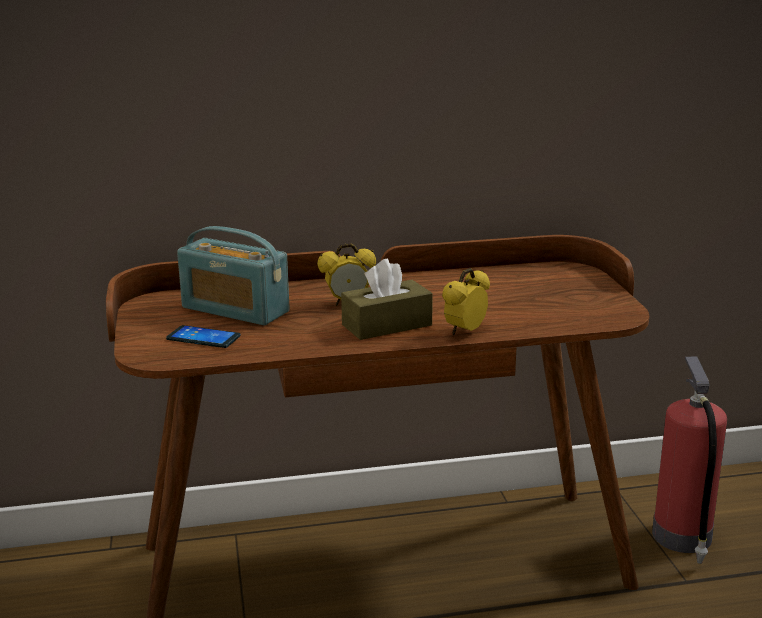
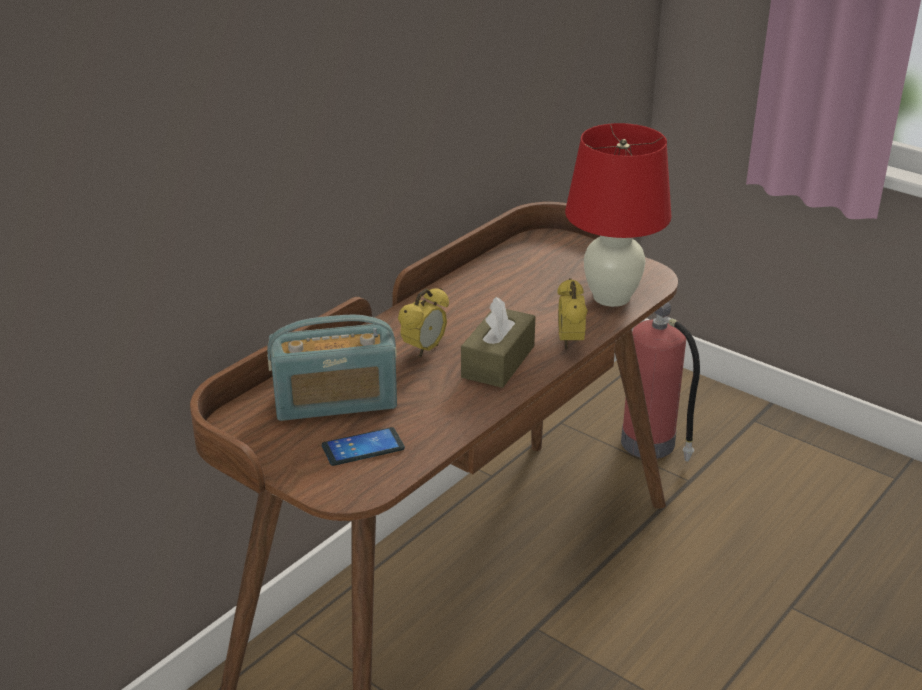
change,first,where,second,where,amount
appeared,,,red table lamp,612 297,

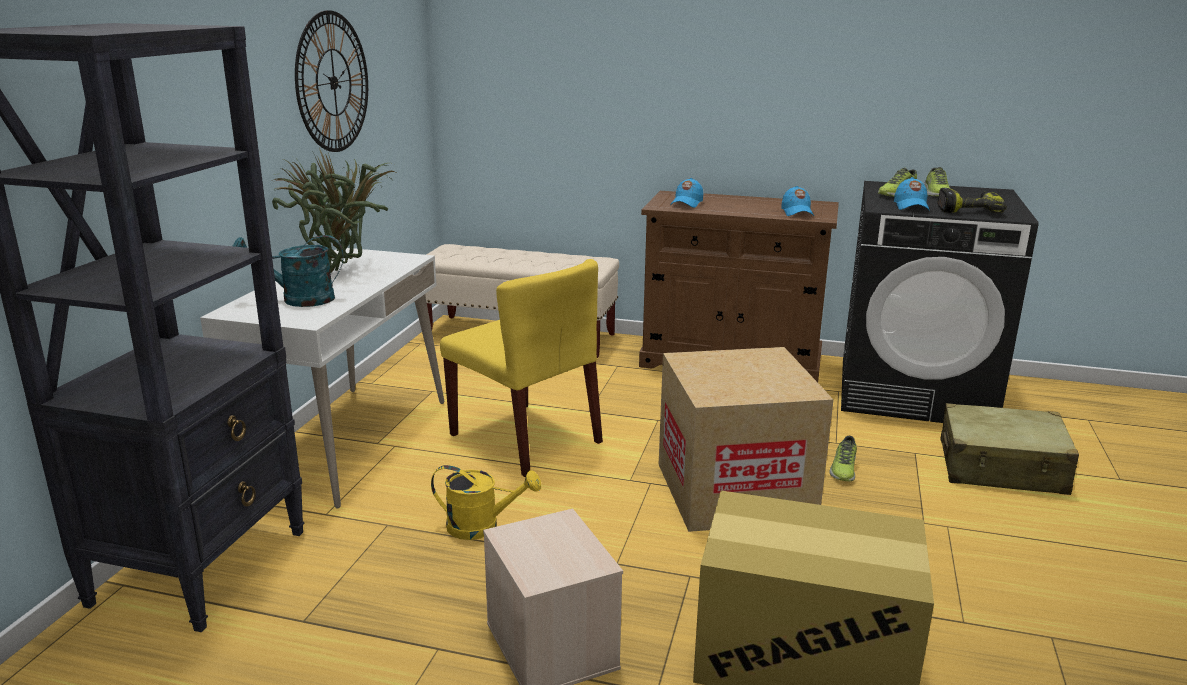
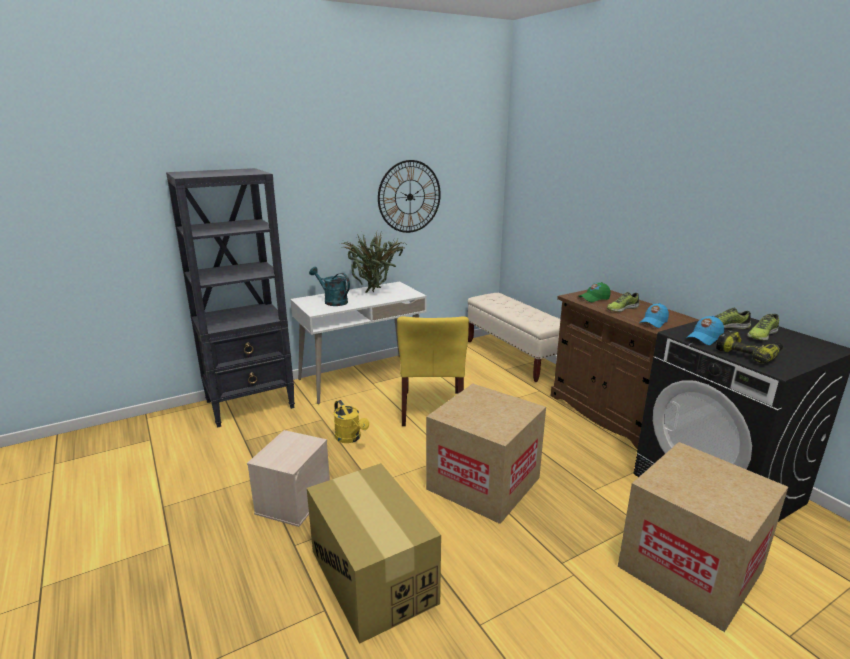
change,first,where,second,where,amount
colour,blue cap,687 203,green cap,594 298,
relocated,shoe,843 469,,621 308,
exchanged,beige suitcase,1002 468,cardboard box,690 568,

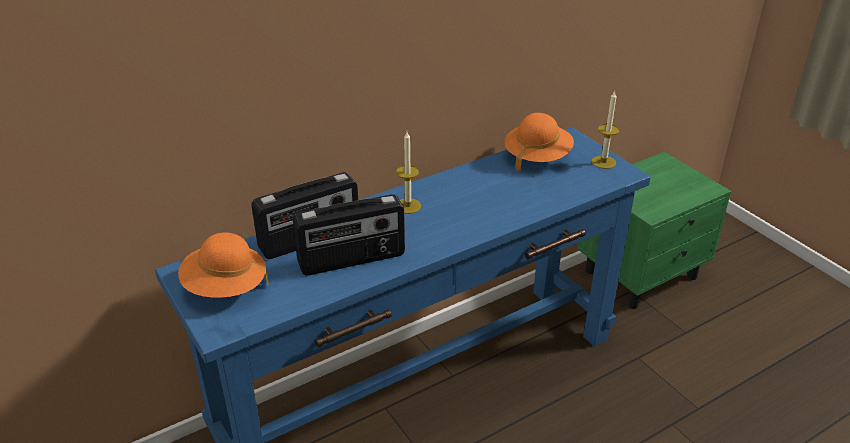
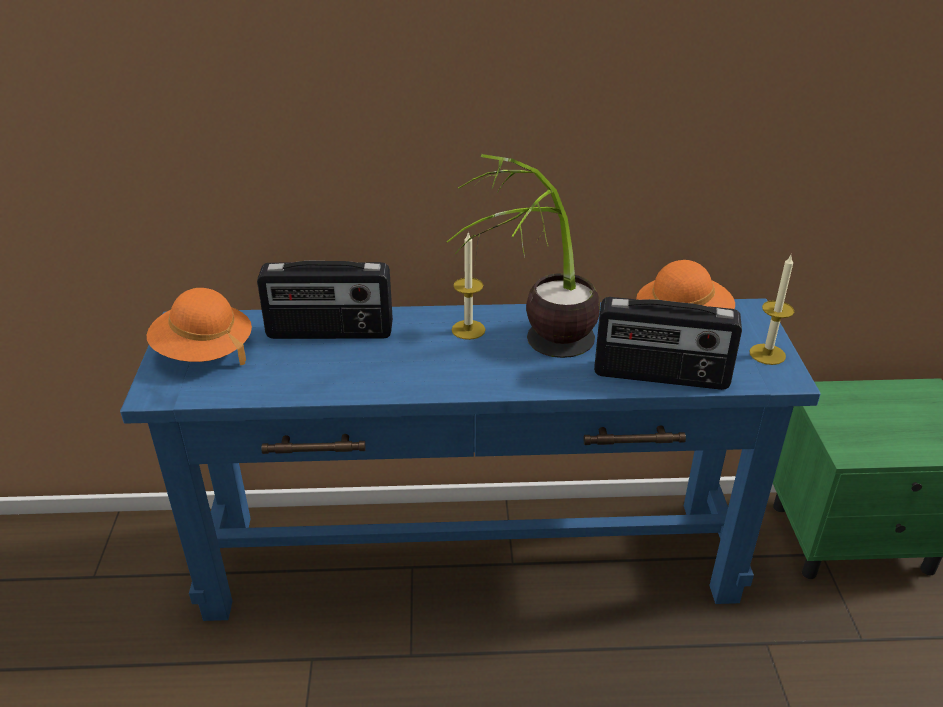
change,first,where,second,where,amount
appeared,,,potted plant,534 356,
relocated,radio,352 260,,660 376,

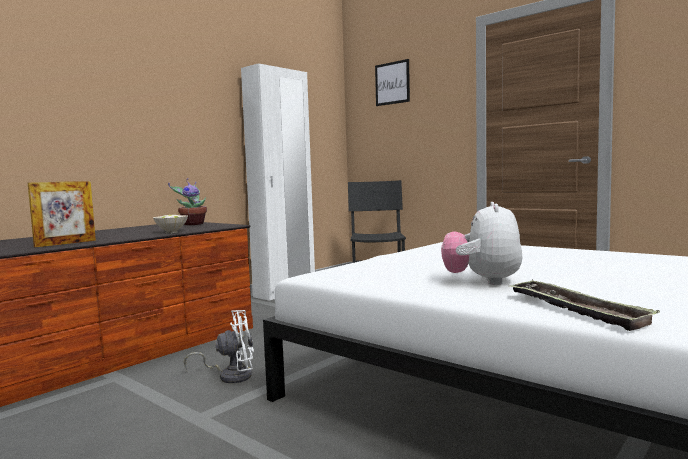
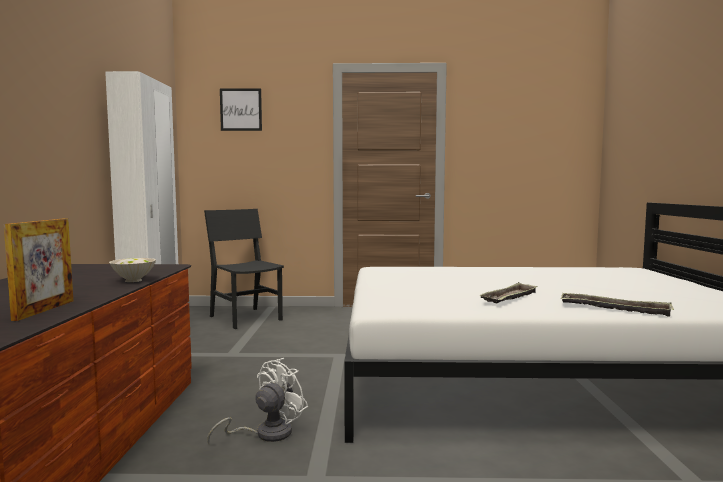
change,first,where,second,where,amount
exchanged,plush toy,482 281,tray,509 298,
missing,potted plant,192 224,,,

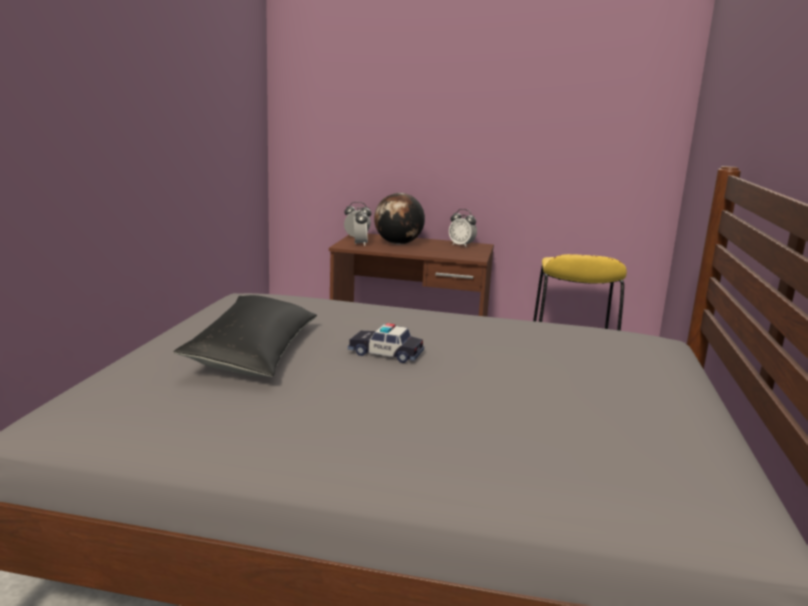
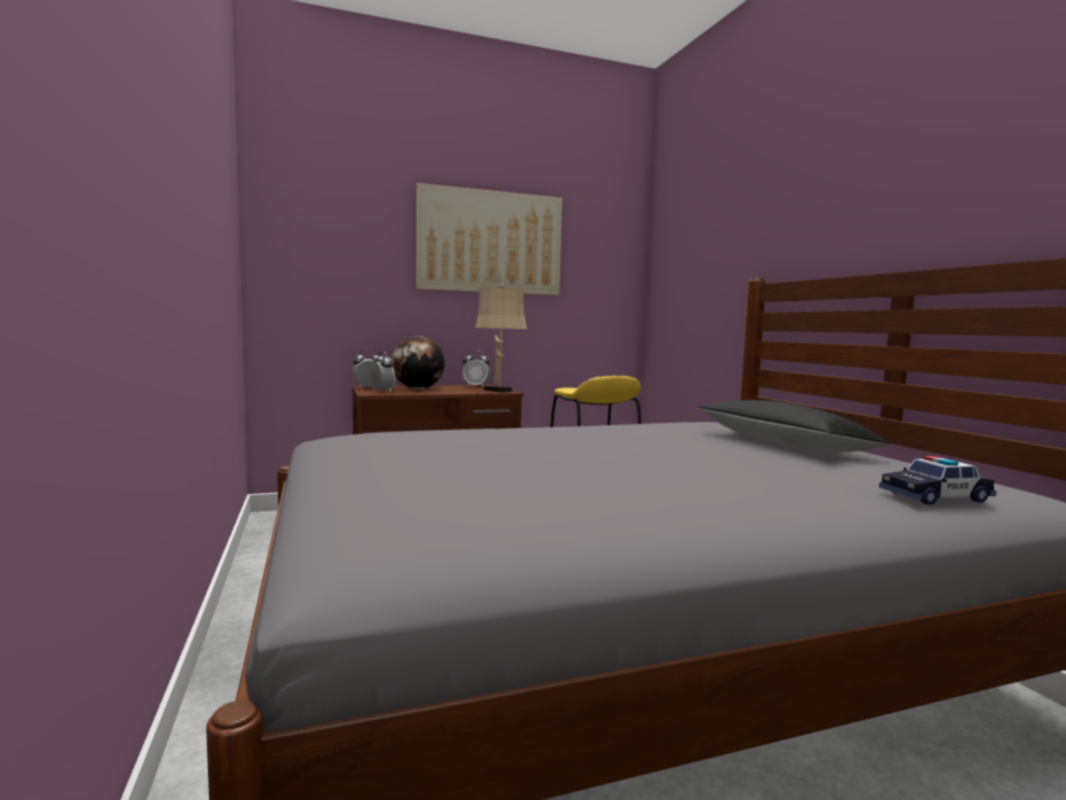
change,first,where,second,where,amount
appeared,,,picture,490 242,
appeared,,,beige table lamp,499 391,
relocated,black pillow,254 352,,783 444,
relocated,toy car,385 353,,935 497,

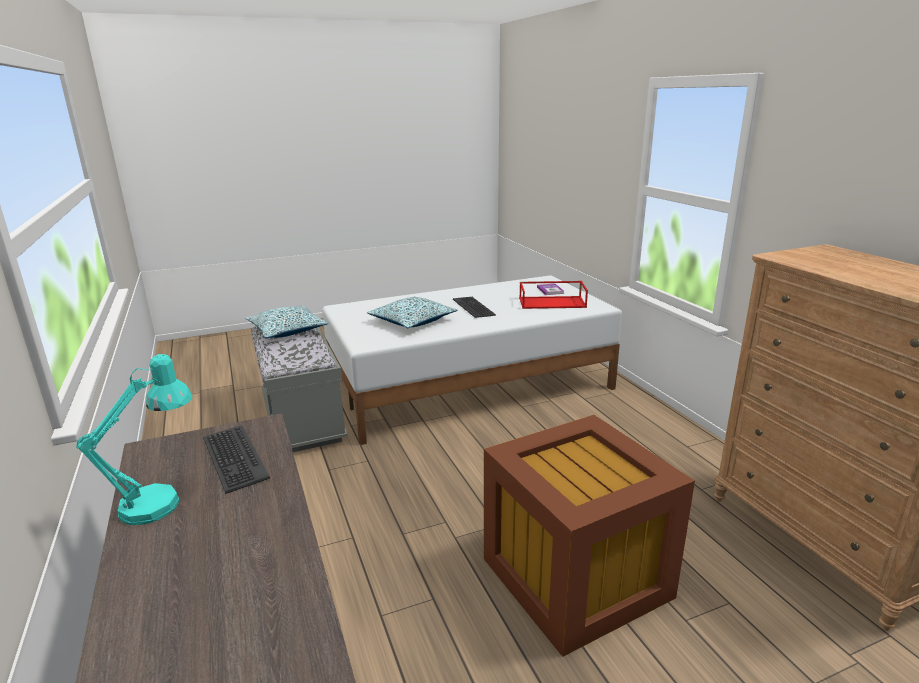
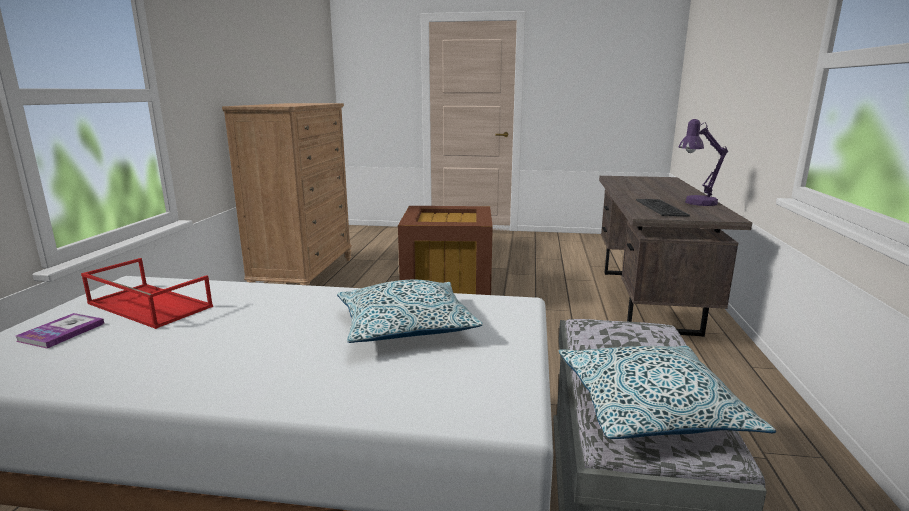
change,first,where,second,where,amount
colour,turquoise table lamp,161 500,purple table lamp,695 203,
missing,keyboard,474 307,,,

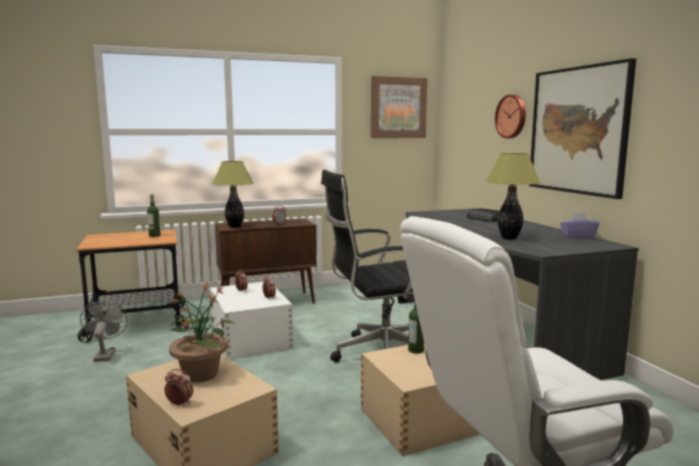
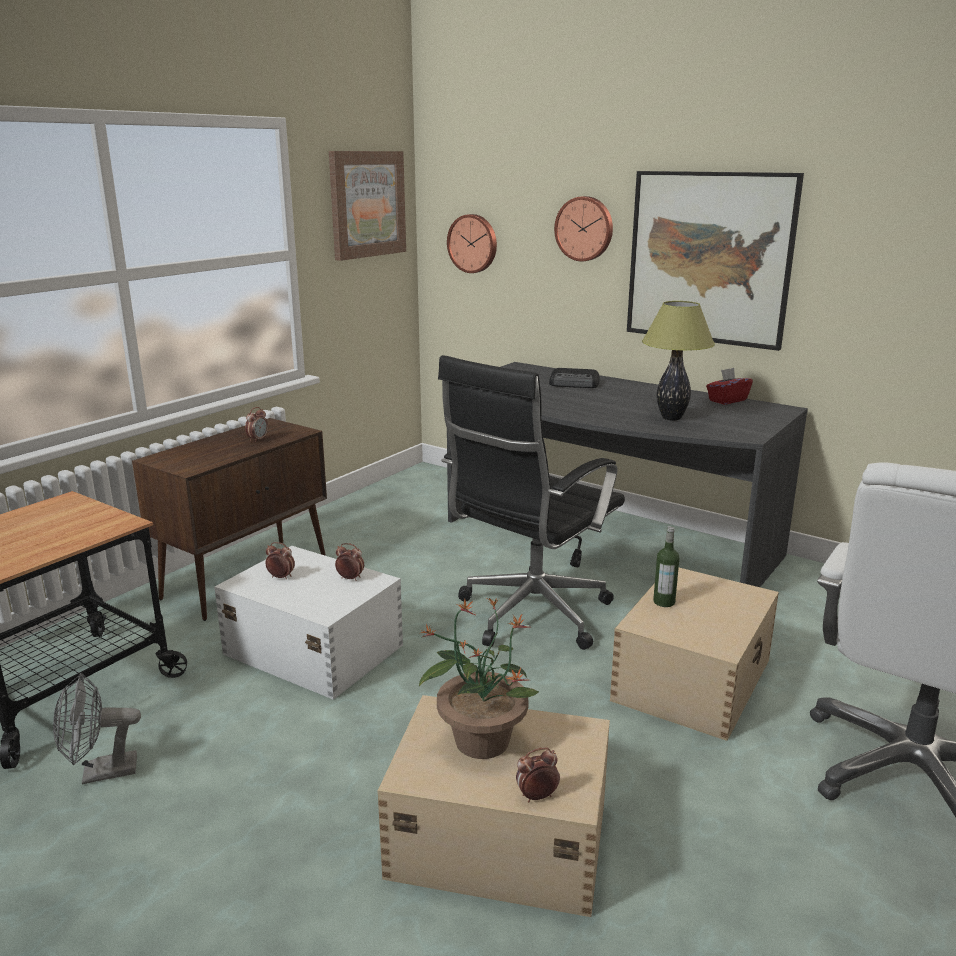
change,first,where,second,where,amount
spun,grey fan,105 354,,100 773,60 degrees counterclockwise
appeared,,,wall clock,473 243,
colour,purple tissue box,578 236,red tissue box,727 400,
missing,bottle,154 235,,,
missing,table lamp,234 227,,,

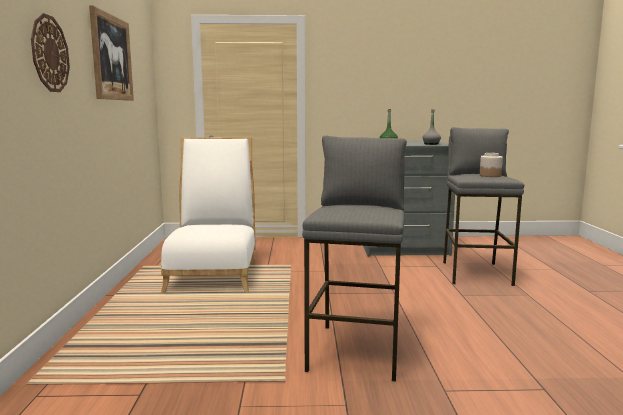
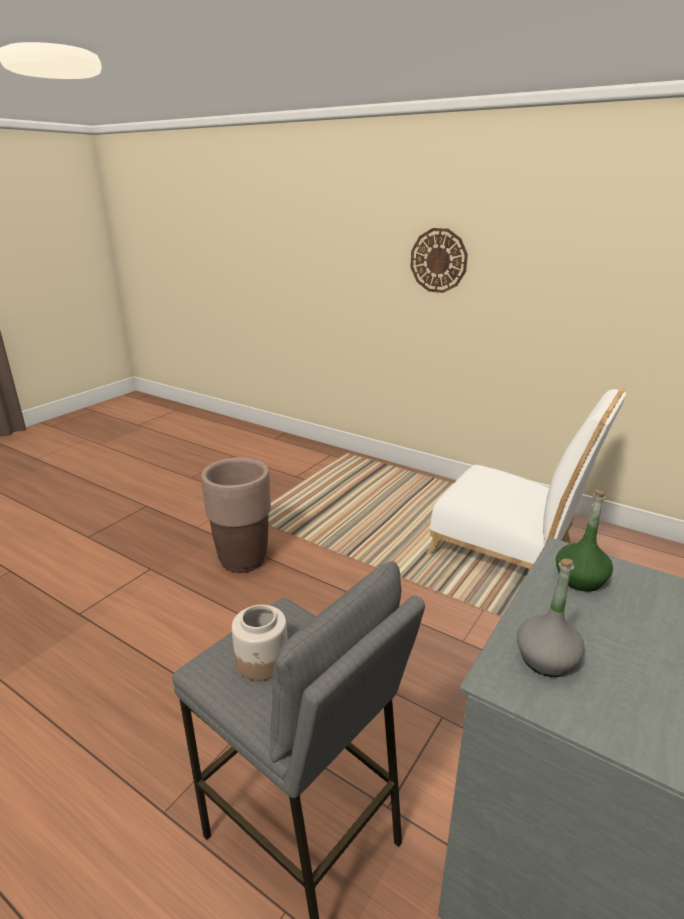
change,first,where,second,where,amount
exchanged,grey stool,356 350,brown planter,243 560,
missing,picture,112 58,,,

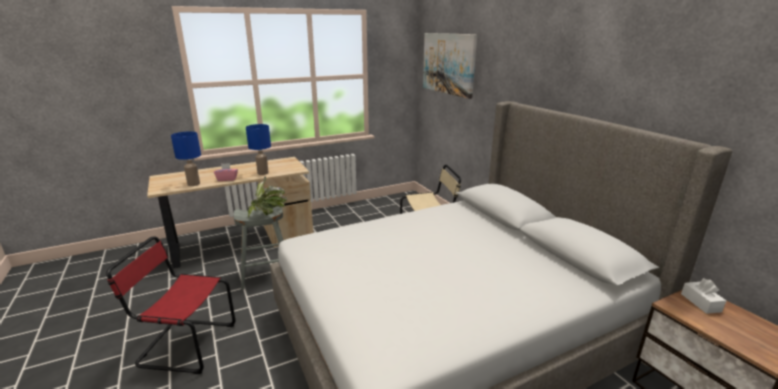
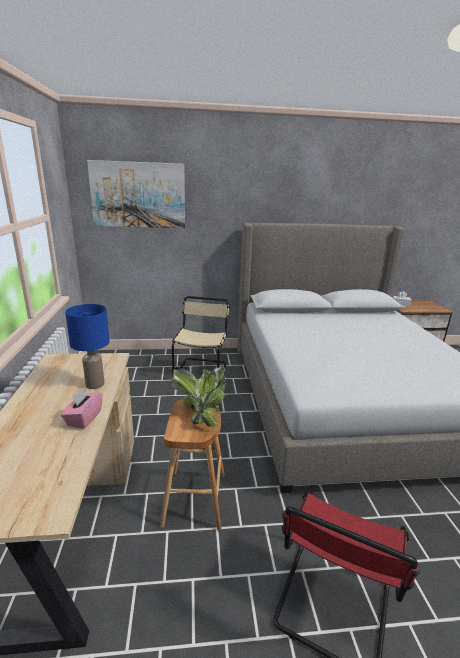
change,first,where,second,where,amount
colour,grey stool,266 274,brown stool,194 499,
missing,blue table lamp,193 184,,,

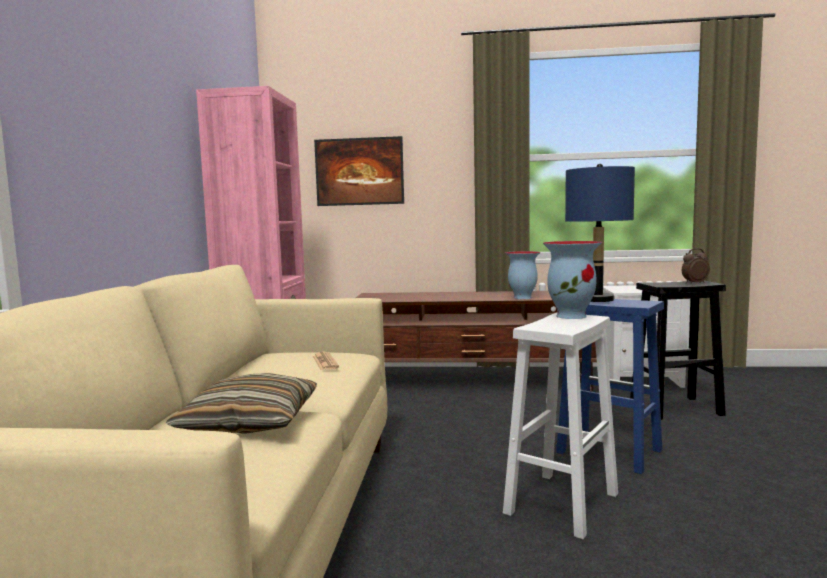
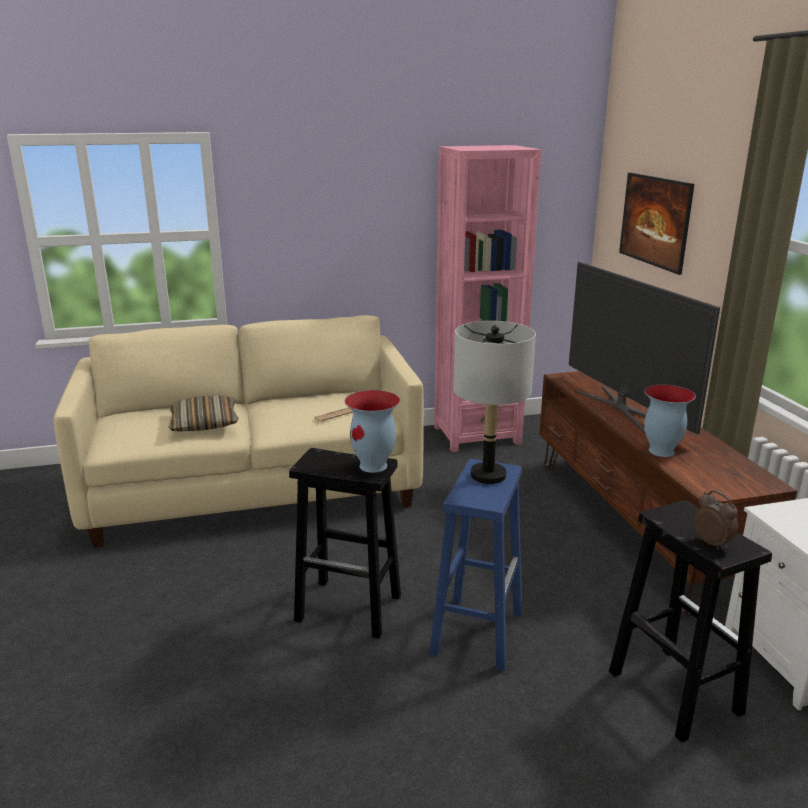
change,first,where,second,where,amount
colour,white stool,562 502,black stool,350 608,
colour,blue table lamp,597 299,grey table lamp,488 475,
appeared,,,television,623 408,

